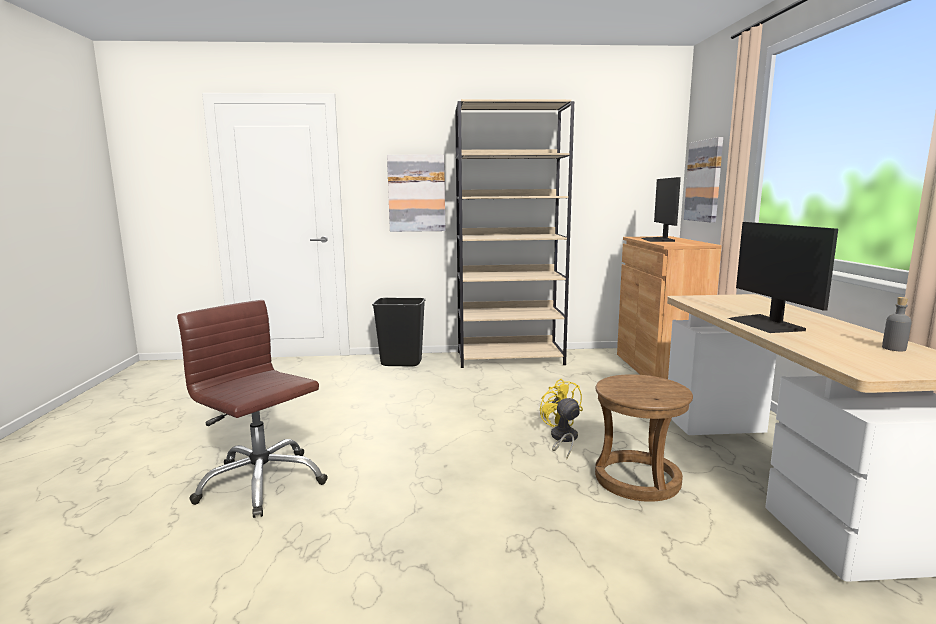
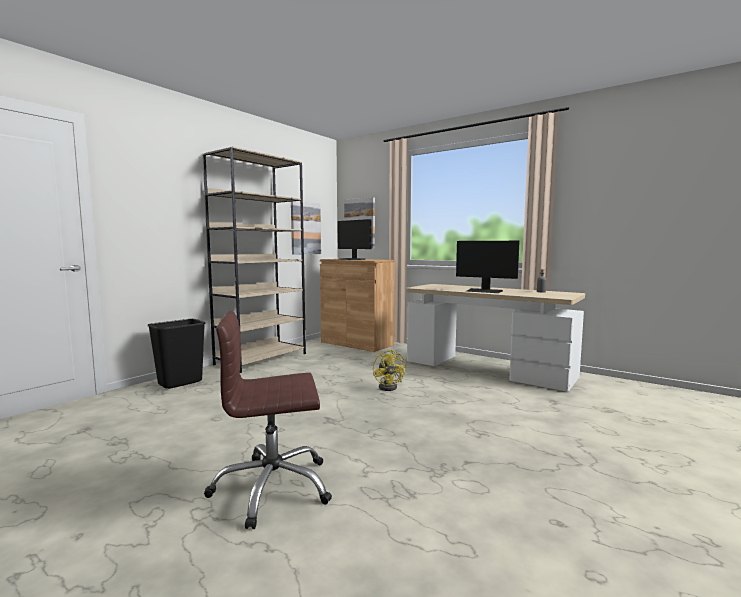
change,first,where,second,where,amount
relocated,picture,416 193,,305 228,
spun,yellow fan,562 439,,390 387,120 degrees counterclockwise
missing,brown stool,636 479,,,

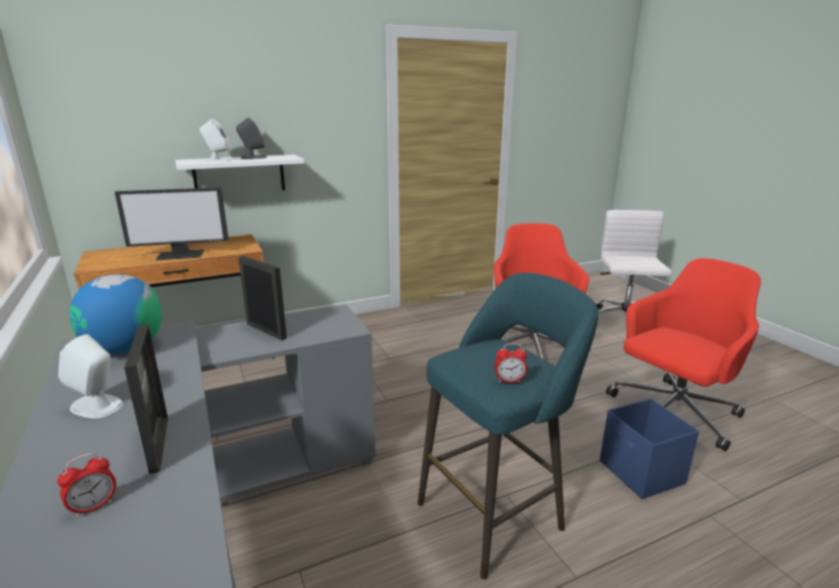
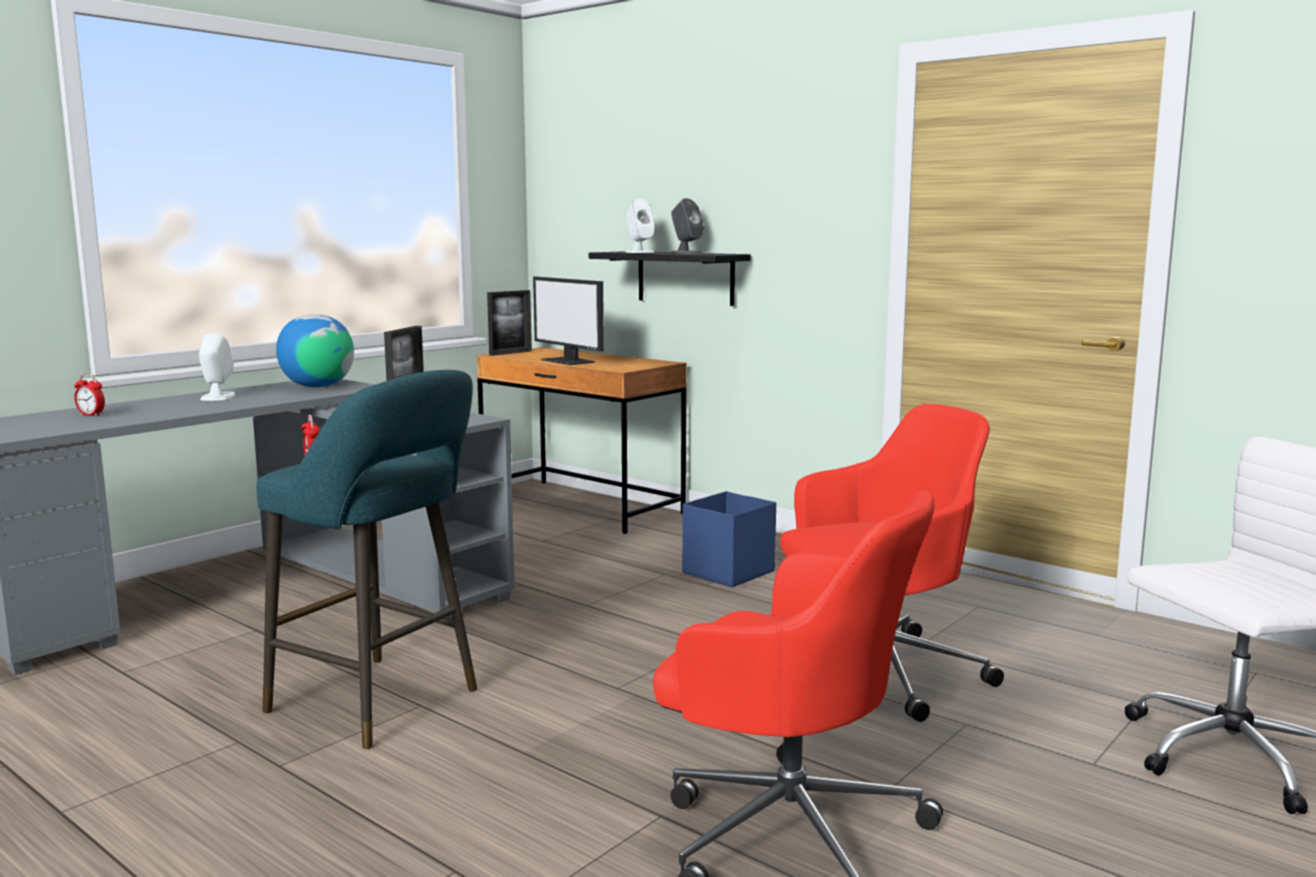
change,first,where,second,where,amount
relocated,picture frame,159 443,,510 353,
colour,white shelf,239 175,black shelf,685 277,
relocated,blue storage box,641 473,,727 572,

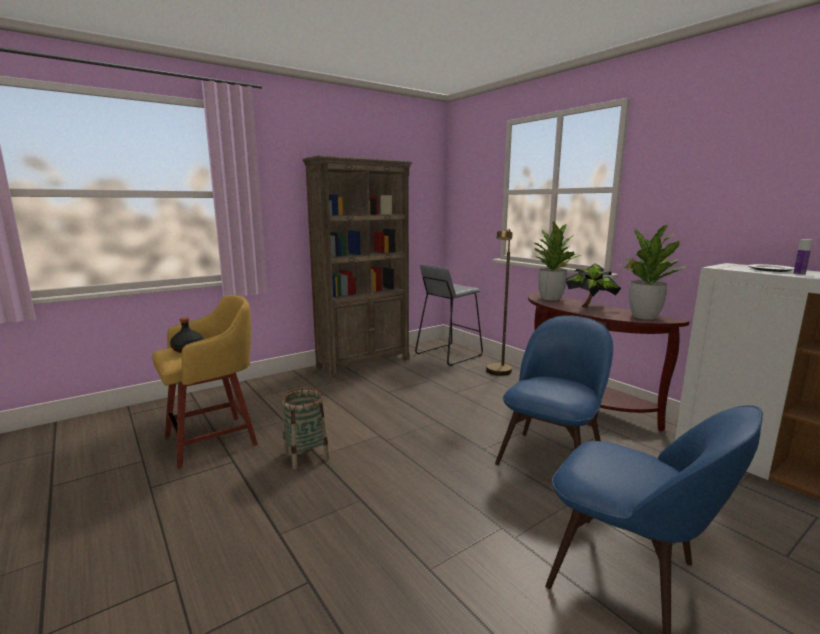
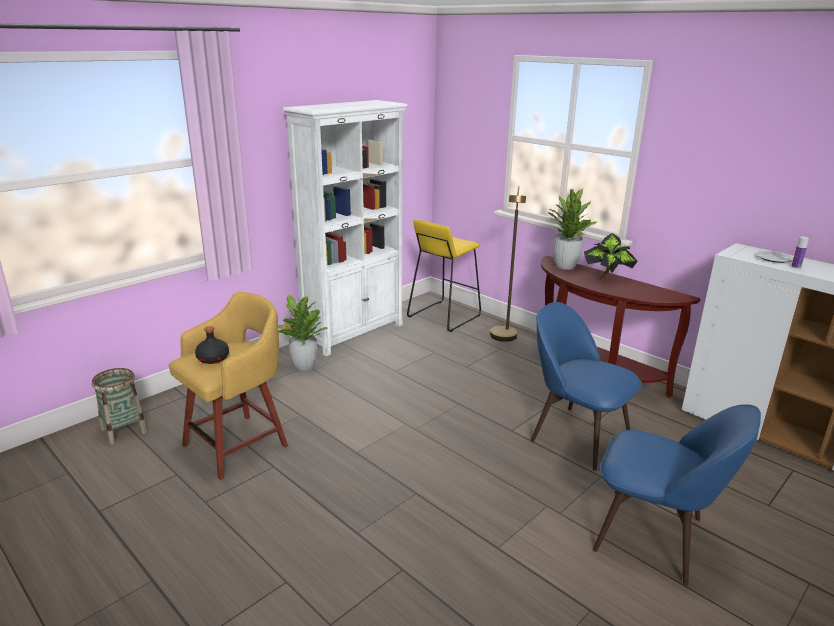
change,first,where,second,where,amount
relocated,basket,306 455,,124 430,
relocated,potted plant,643 317,,304 366,
colour,brown bookcase,364 363,white bookcase,354 333,
colour,grey stool,448 354,yellow stool,443 316,
spun,blue chair,551 458,,576 435,75 degrees counterclockwise

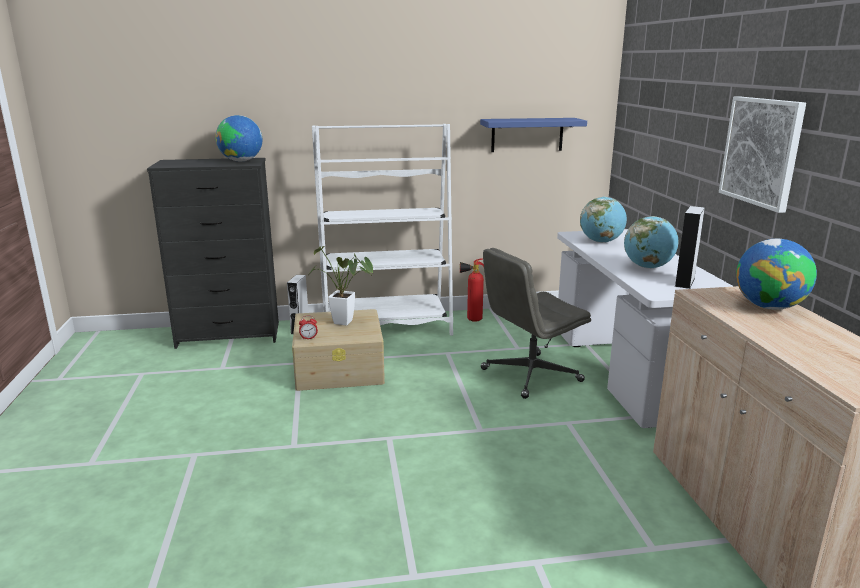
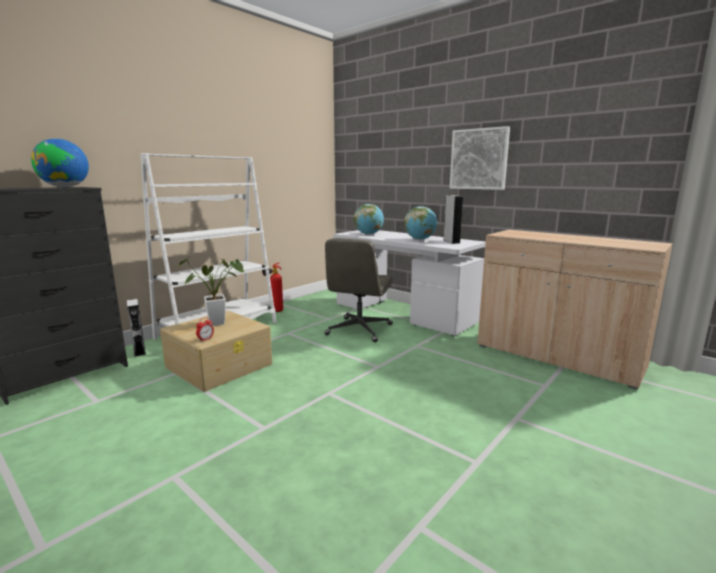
change,first,where,second,where,amount
missing,blue shelf,527 134,,,
missing,globe,769 307,,,

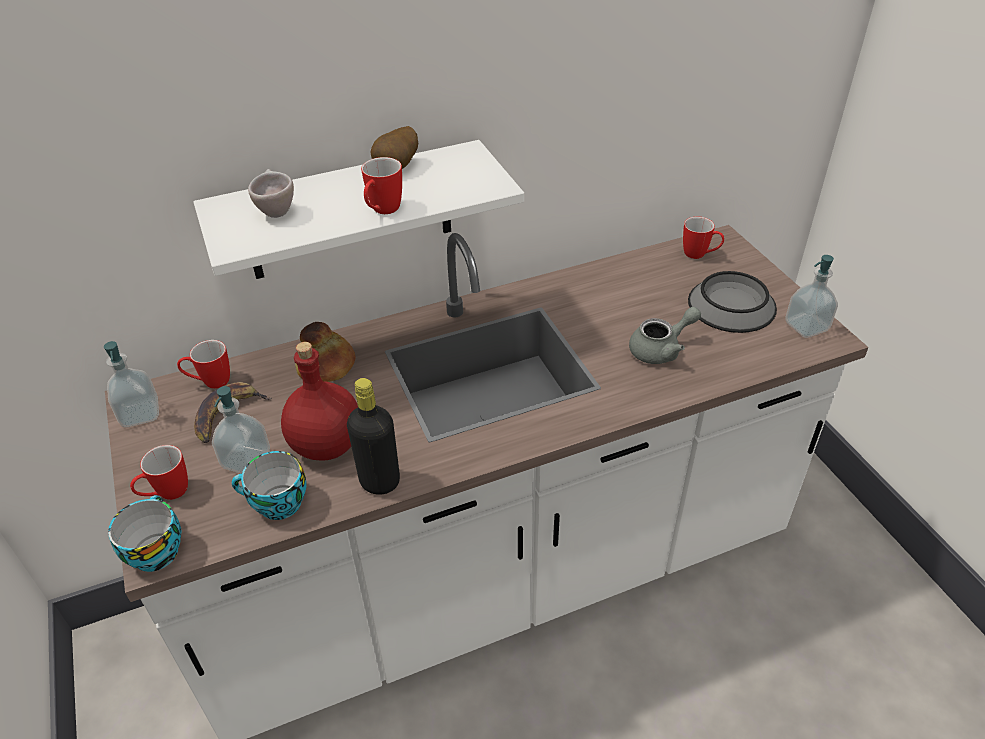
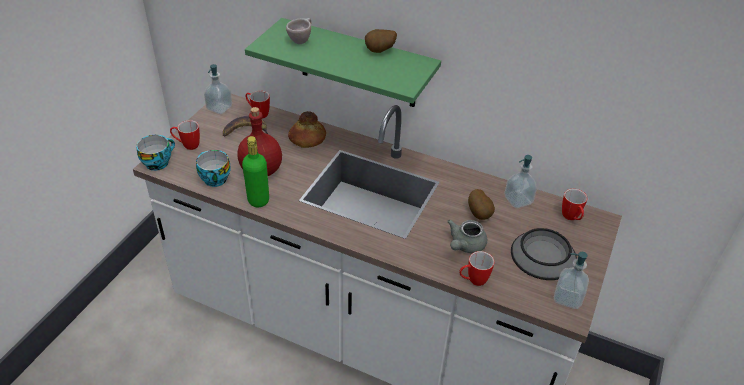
change,first,where,second,where,amount
colour,black bottle,380 481,green bottle,258 200,
colour,white shelf,349 212,green shelf,358 64,
spun,grey teapot,661 349,,465 245,105 degrees clockwise
relocated,mug,382 212,,473 281,
appeared,,,potato,480 214,
relocated,soap dispenser,246 460,,518 200,

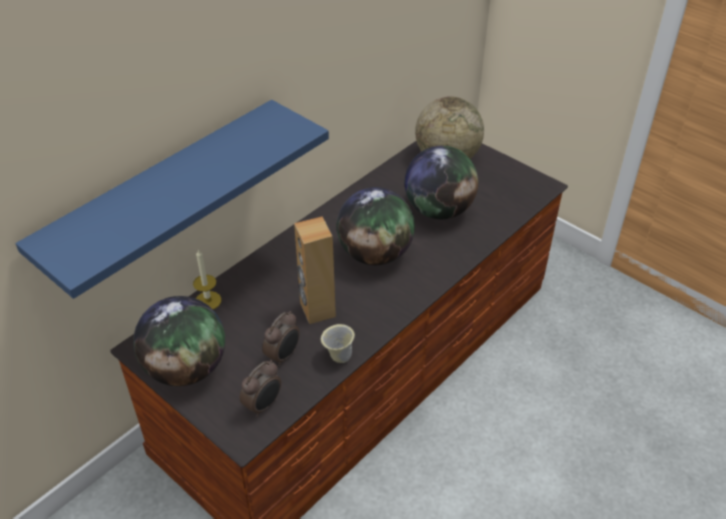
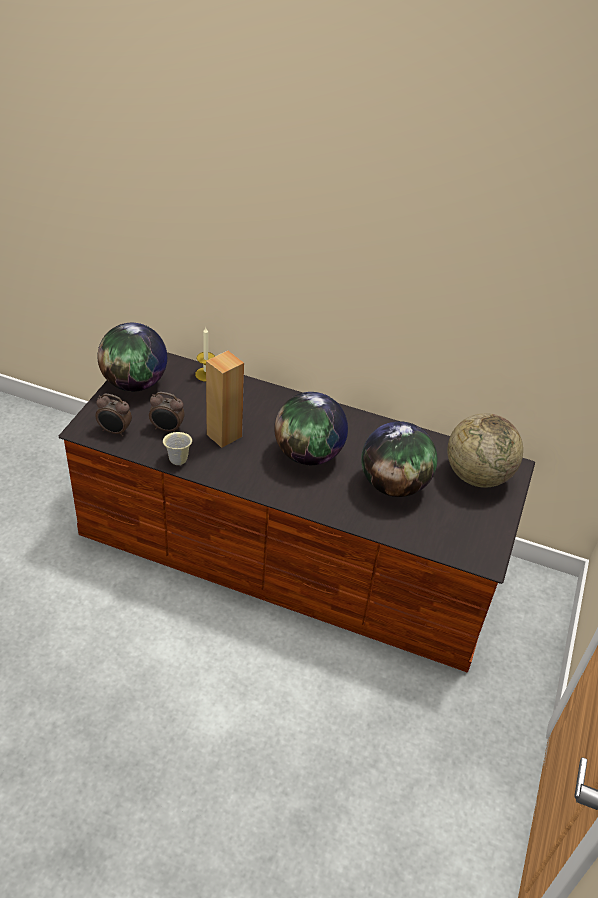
change,first,where,second,where,amount
missing,blue shelf,162 191,,,

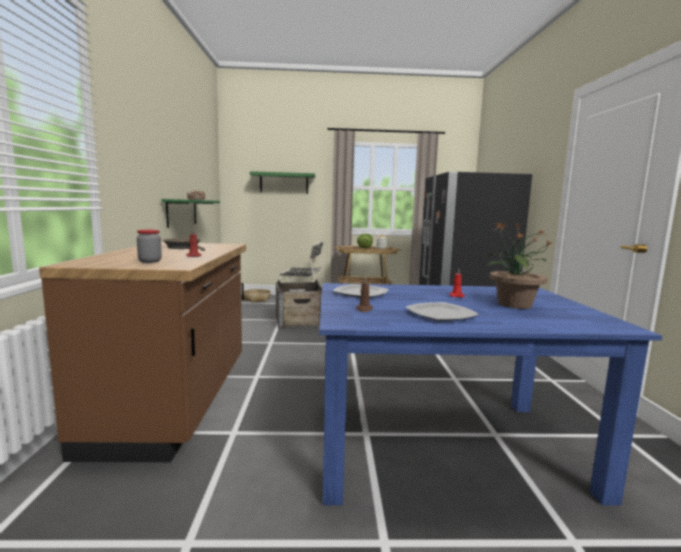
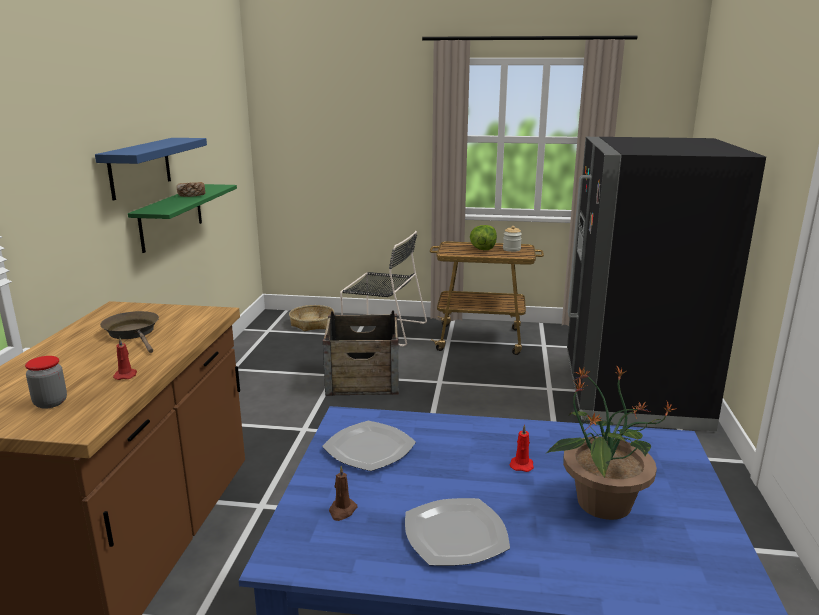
change,first,where,second,where,amount
appeared,,,blue shelf,140 167,
missing,green shelf,284 183,,,

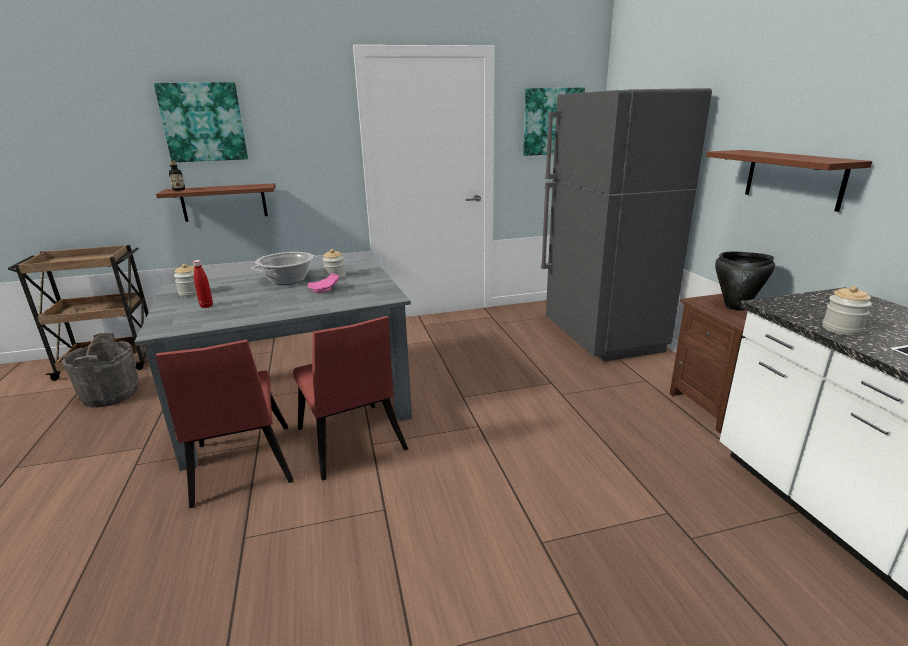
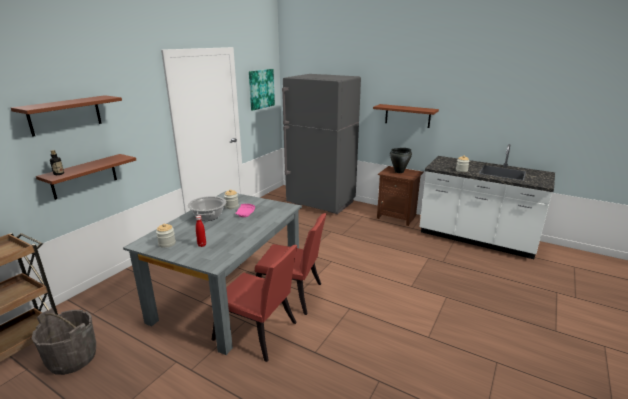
change,first,where,second,where,amount
exchanged,picture,203 122,brown shelf,65 115,

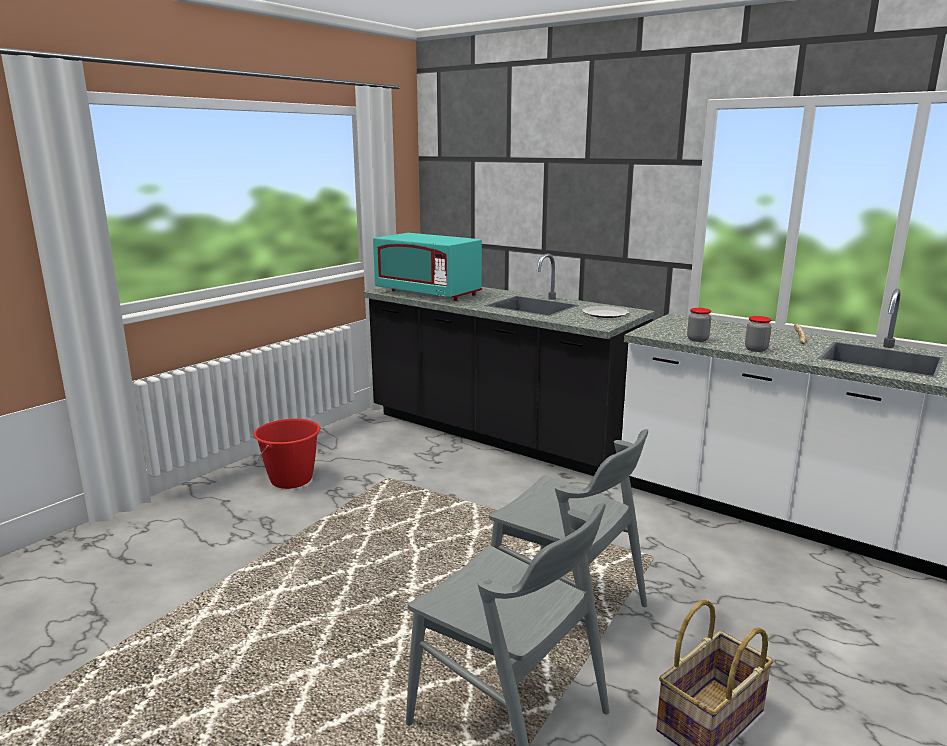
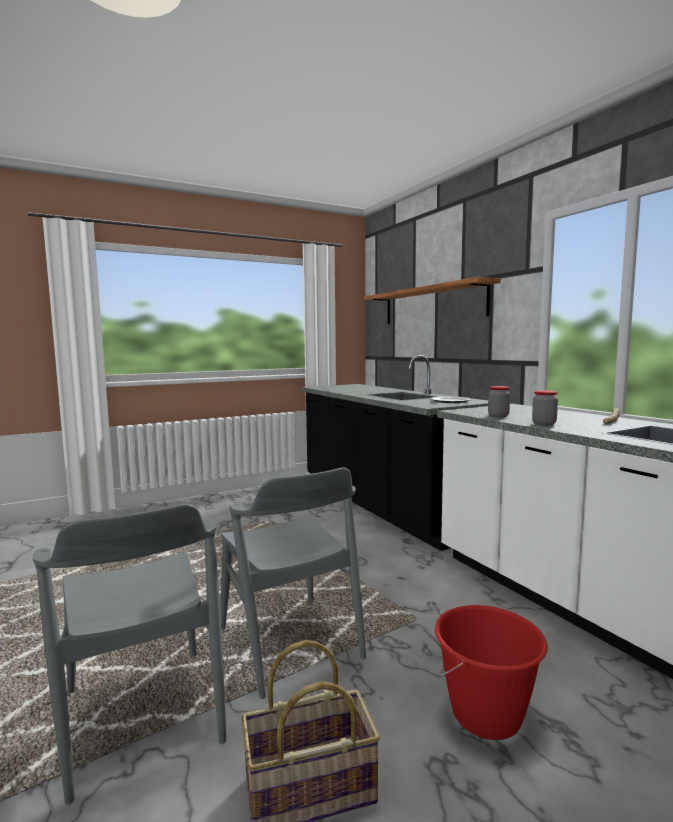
change,first,where,second,where,amount
appeared,,,shelf,432 305,
relocated,red bucket,291 480,,486 715,
missing,turquoise microwave,428 293,,,

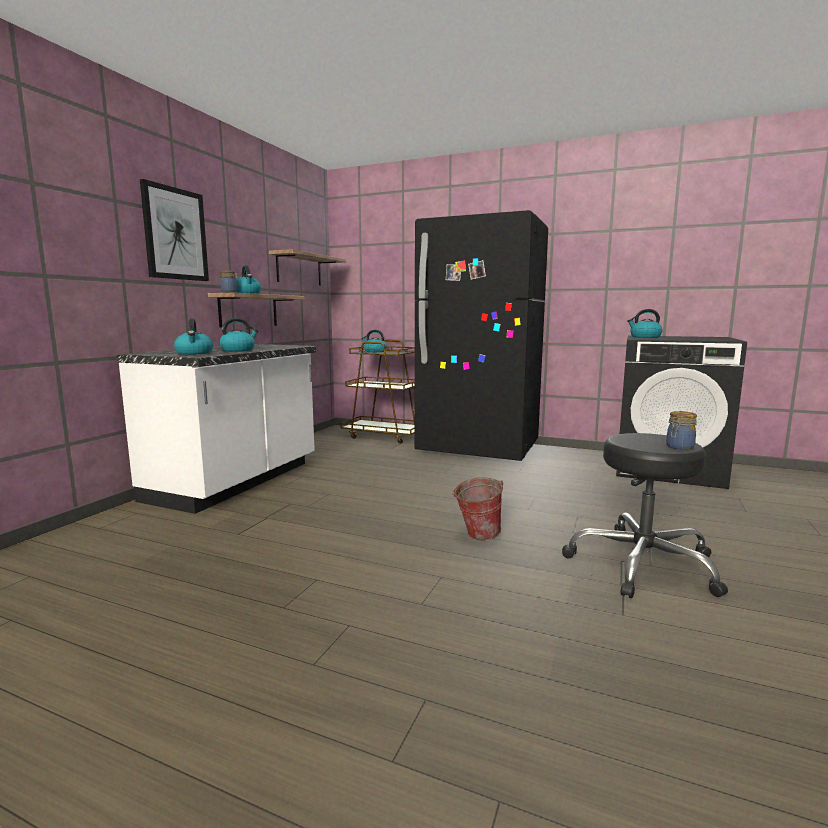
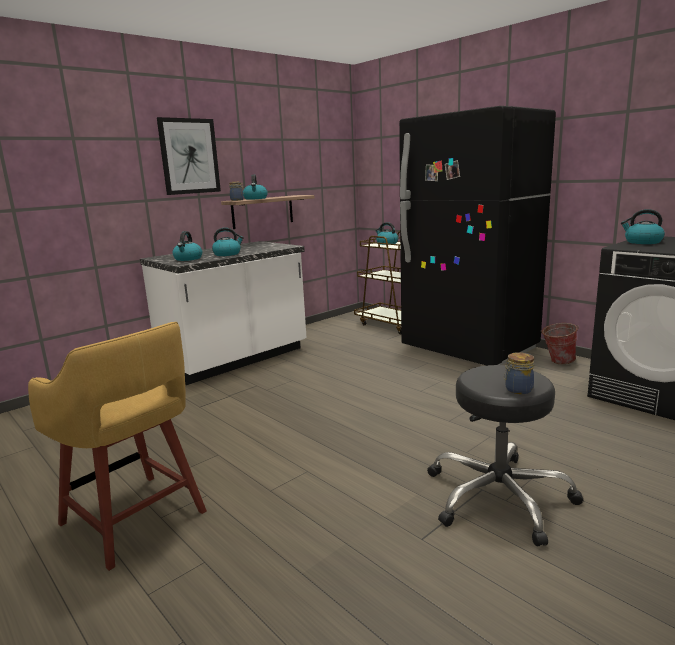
change,first,where,second,where,amount
appeared,,,yellow stool,135 520,
relocated,bucket,476 536,,557 361,
missing,shelf,299 269,,,

